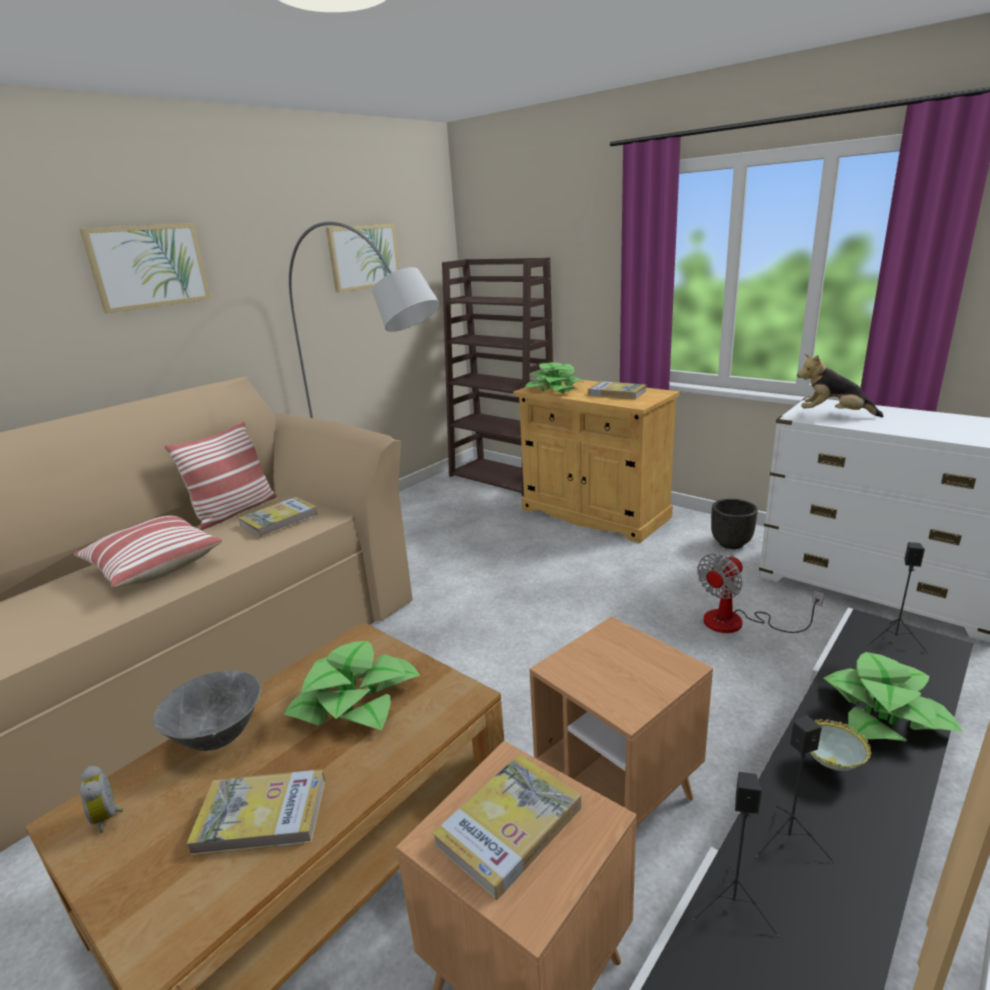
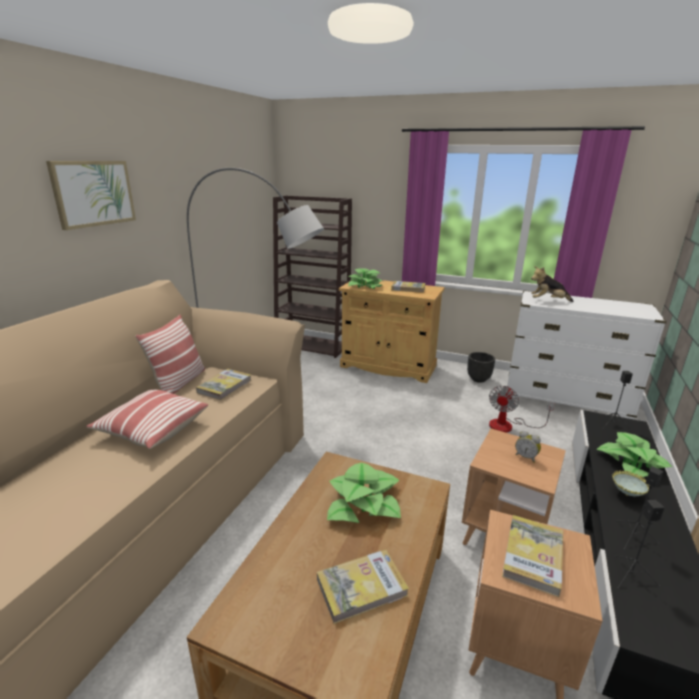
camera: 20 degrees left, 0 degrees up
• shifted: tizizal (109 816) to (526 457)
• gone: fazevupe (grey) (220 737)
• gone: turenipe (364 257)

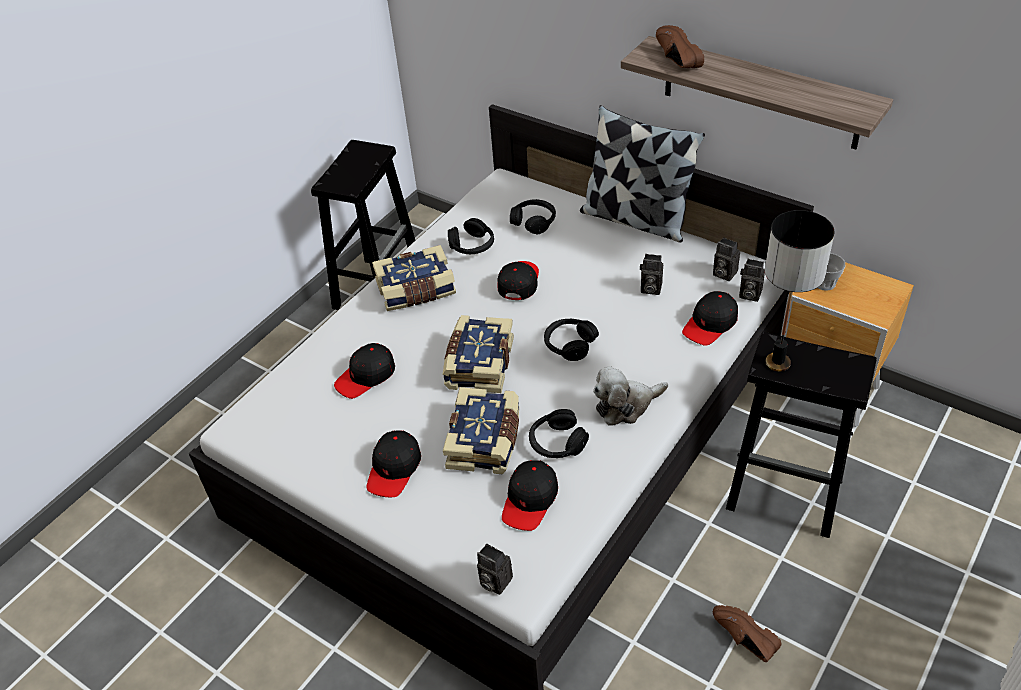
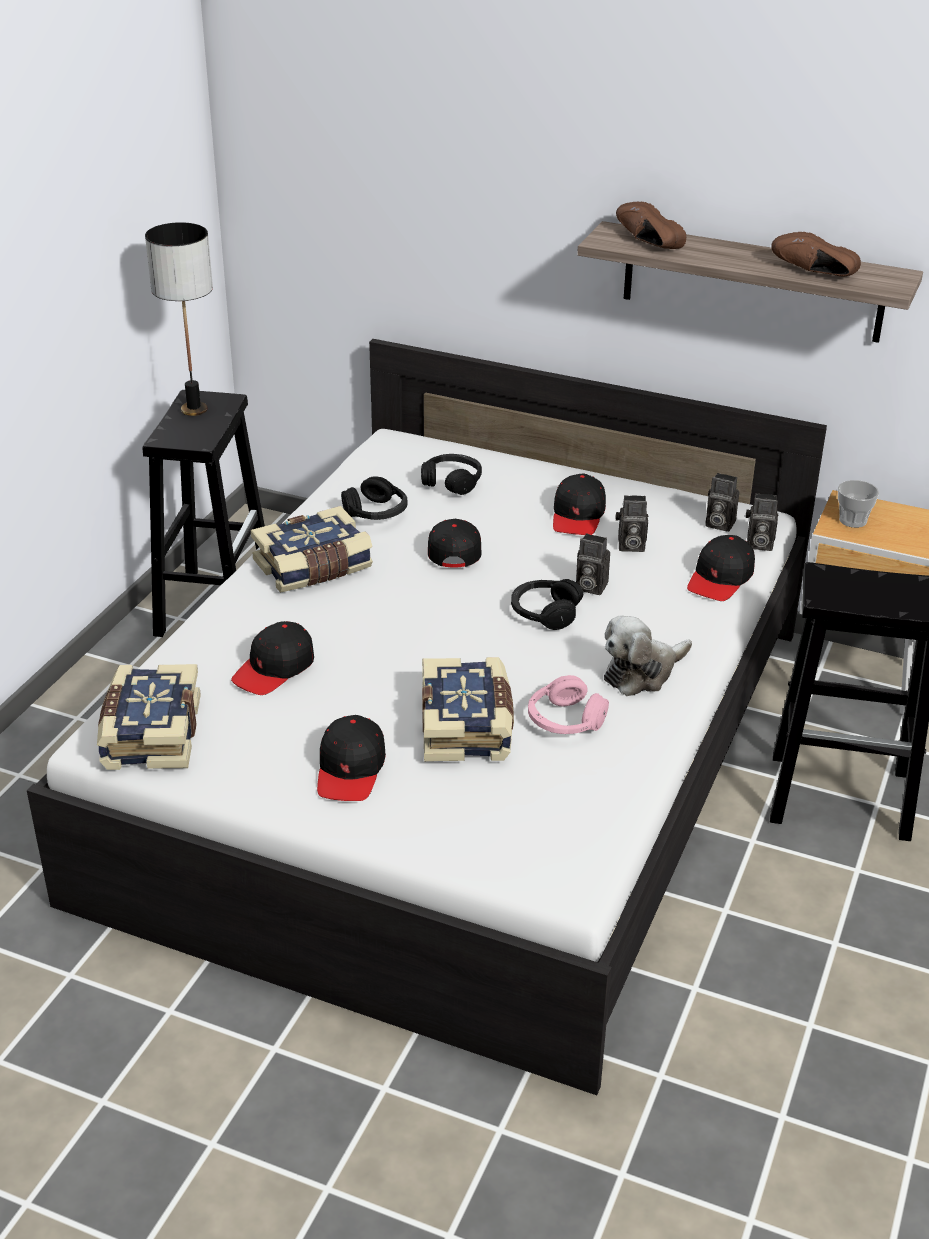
camera: 15 degrees left, 10 degrees down
• shifted: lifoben (478 364) to (149 734)
• shifted: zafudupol (493 581) to (589 587)
• shifted: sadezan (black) (530 500) to (578 516)
• repainted: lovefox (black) (557 443) to lovefox (pink) (565 720)
• gone: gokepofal (636 219)
• shifted: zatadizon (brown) (742 641) to (812 273)
• shifted: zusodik (778 362) to (195 409)

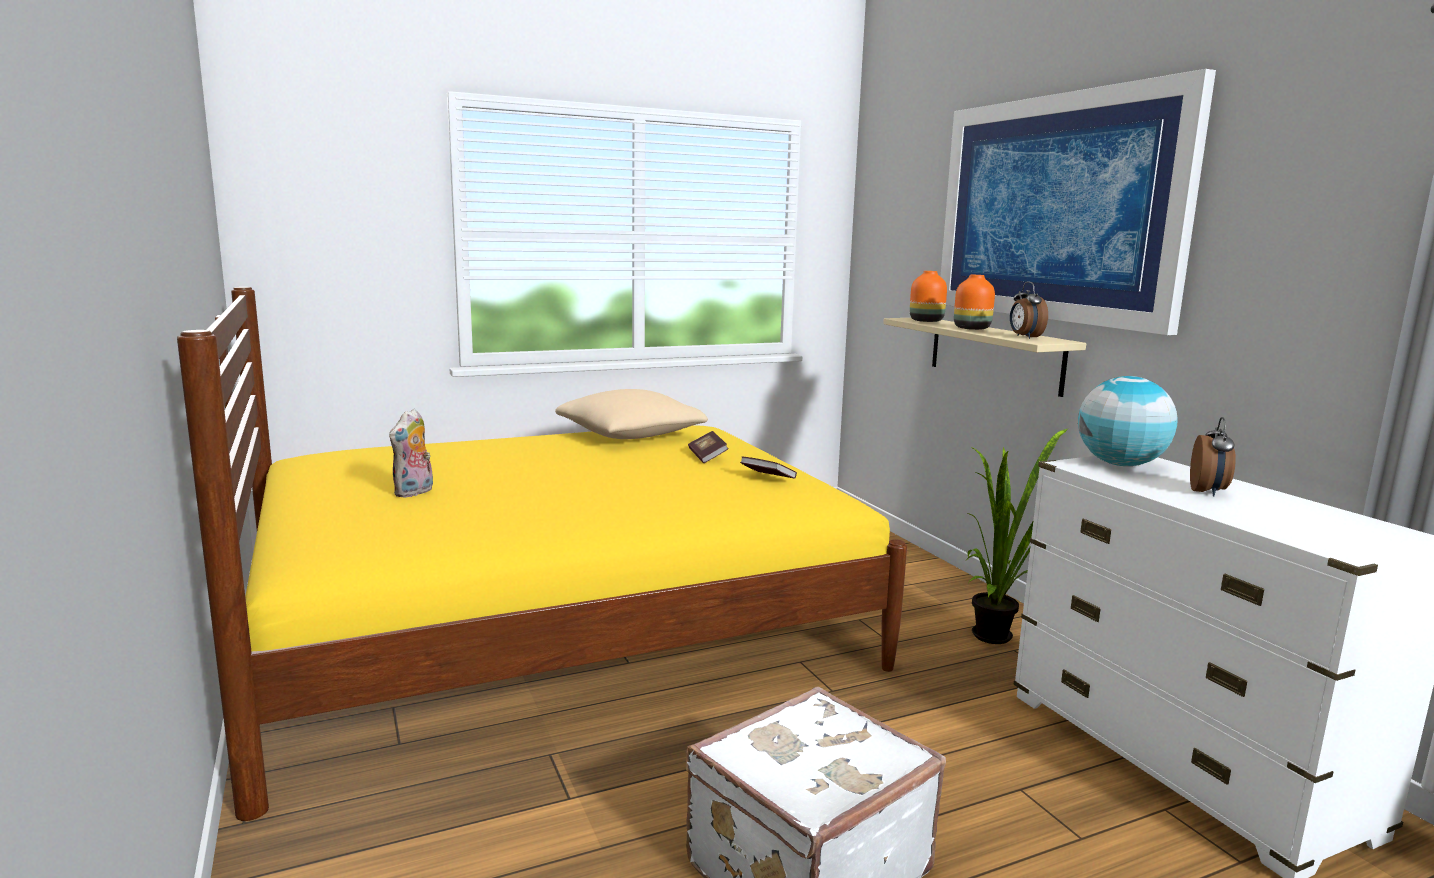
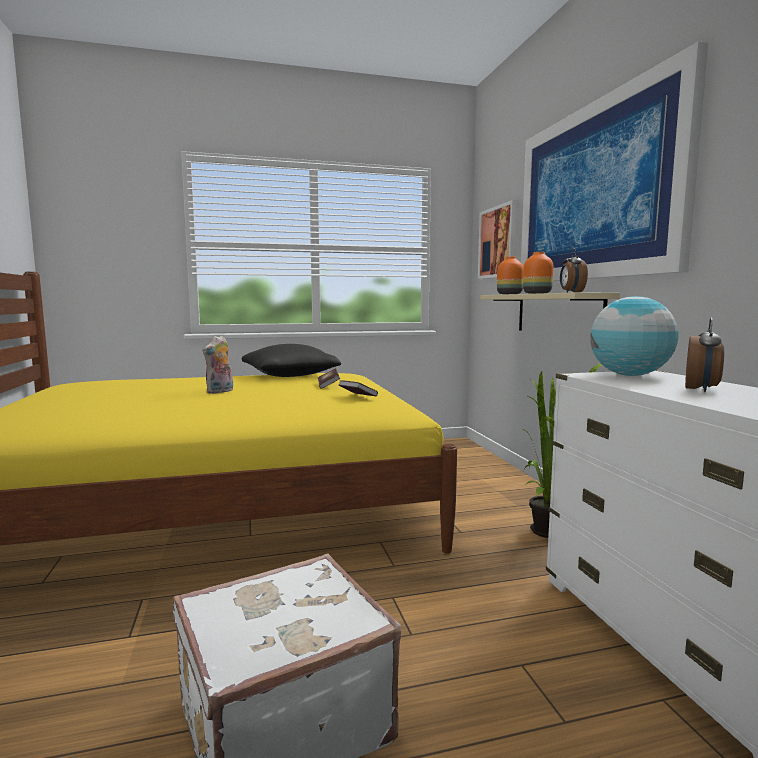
camera: 10 degrees right, 5 degrees down
• shifted: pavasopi (414 492) to (220 391)
• repainted: gokepofal (beige) (630 435) to gokepofal (black) (290 375)
• new: turenipe (498 242)

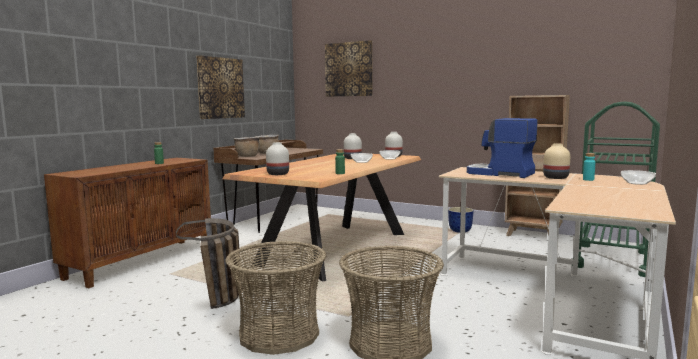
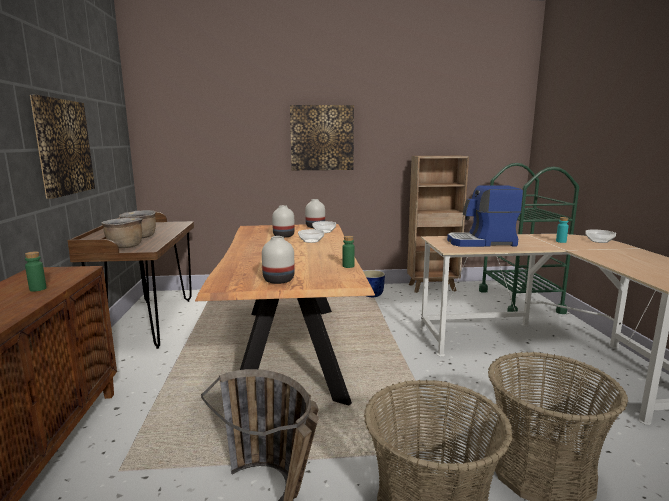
camera: 35 degrees left, 5 degrees up
• shifted: turenipe (349 69) to (322 138)
• gone: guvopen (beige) (555 177)

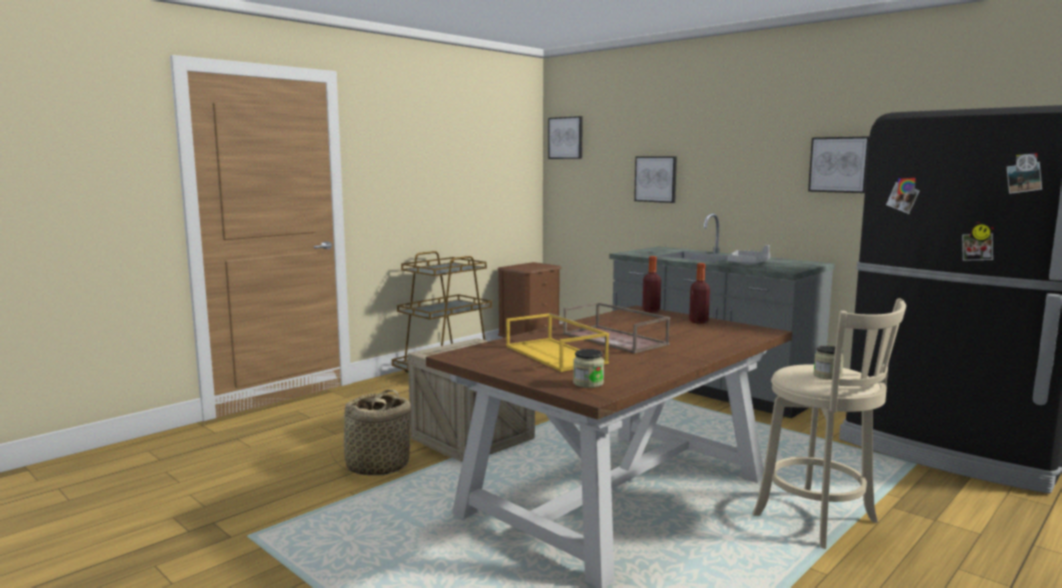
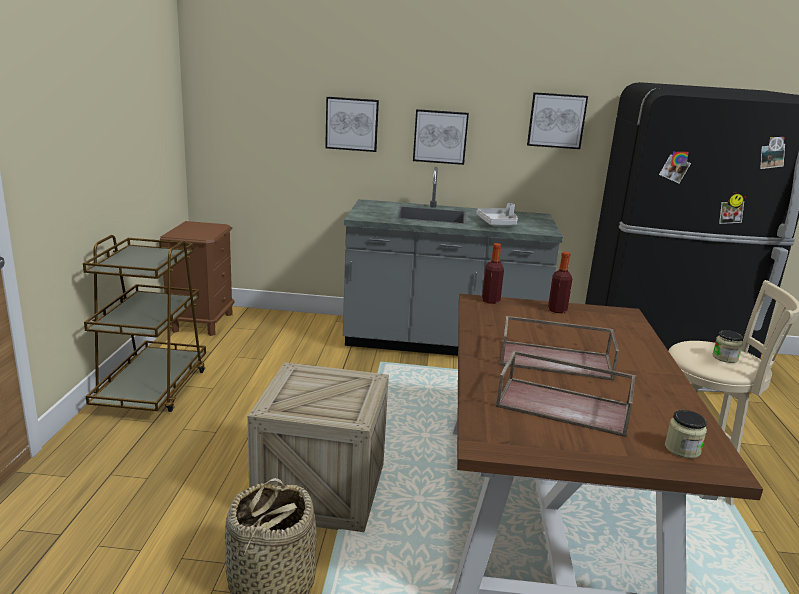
camera: 40 degrees left, 10 degrees up
• repainted: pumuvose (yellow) (556 354) to pumuvose (brown) (565 406)
• shifted: turenipe (566 138) to (440 136)

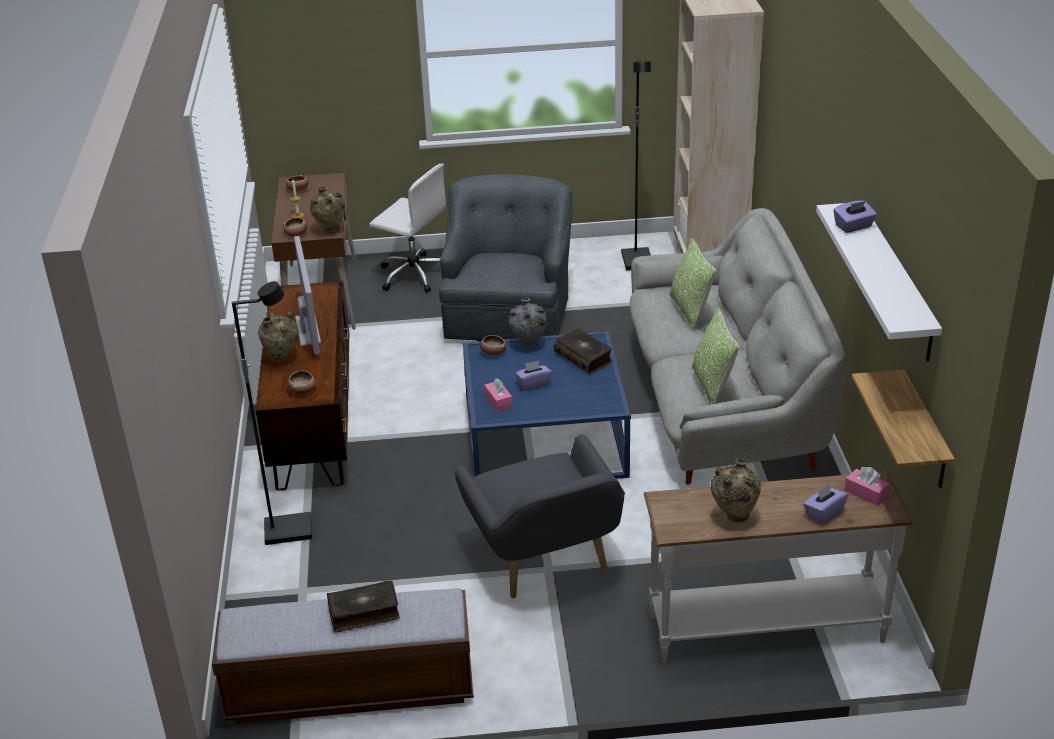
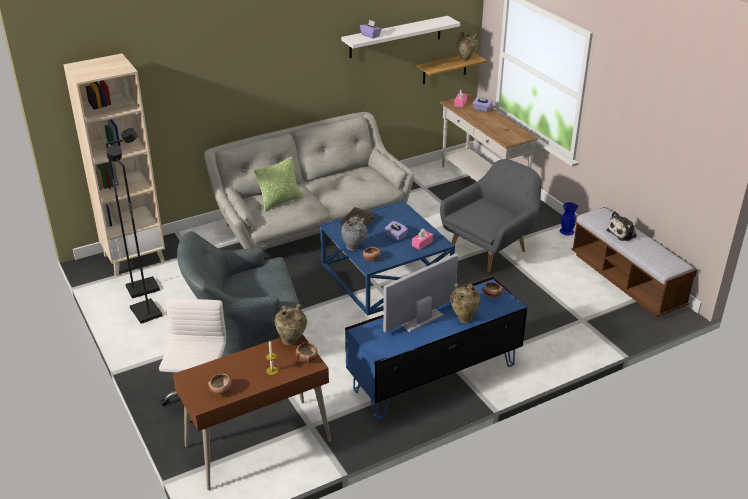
camera: 115 degrees left, 0 degrees up
• shifted: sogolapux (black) (289 530) to (145 312)
• repainted: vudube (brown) (314 422) to vudube (blue) (434 376)
• swapped: lifoben (364 613) to pavasopi (623 233)
• gone: gokepofal (712 385)
• shifted: guvopen (beige) (734 516) to (466 59)
• new: guvopen (blue) (567 231)

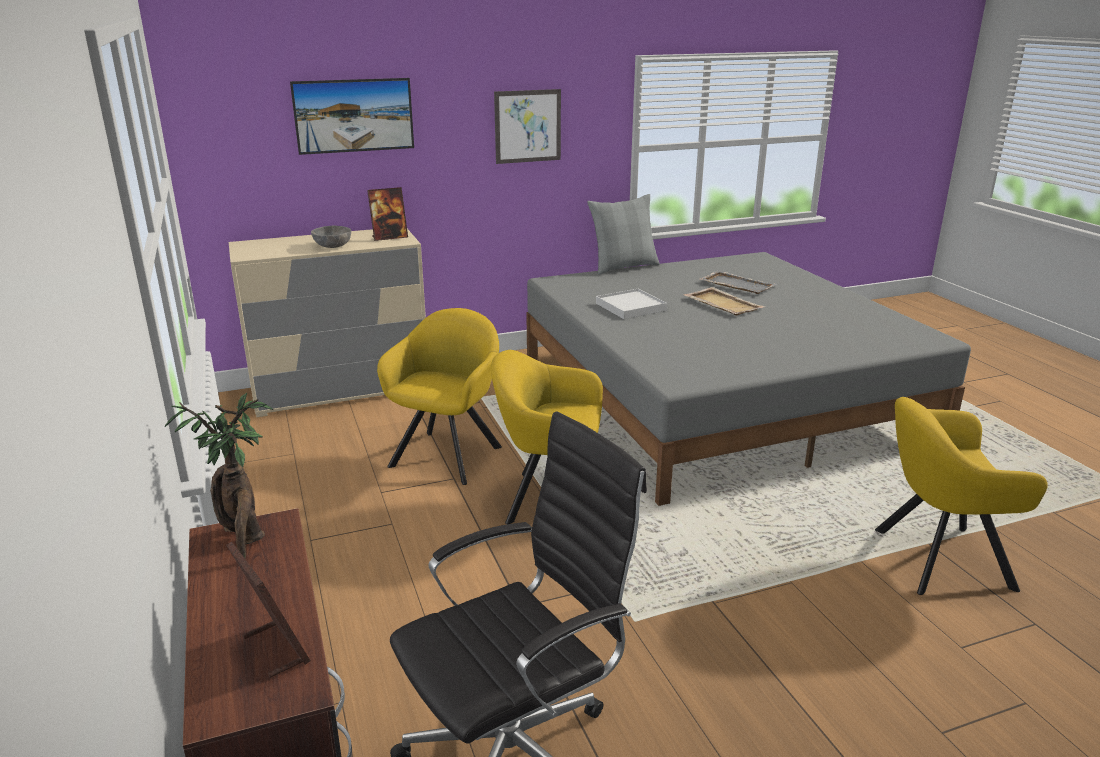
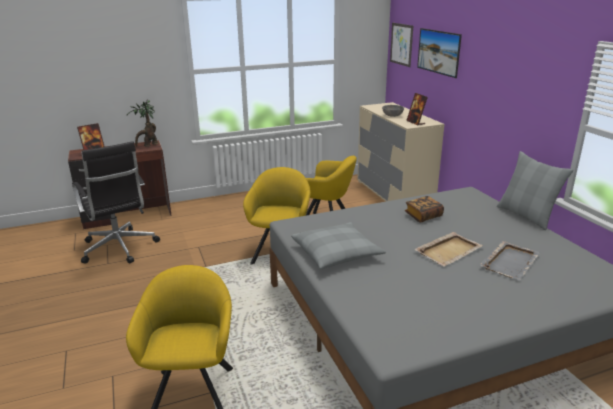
camera: 90 degrees right, 0 degrees up
• shifted: turenipe (527 126) to (401 44)
• swapped: pumuvose (white) (631 307) to lifoben (423 216)
• new: gokepofal (grey) (336 253)

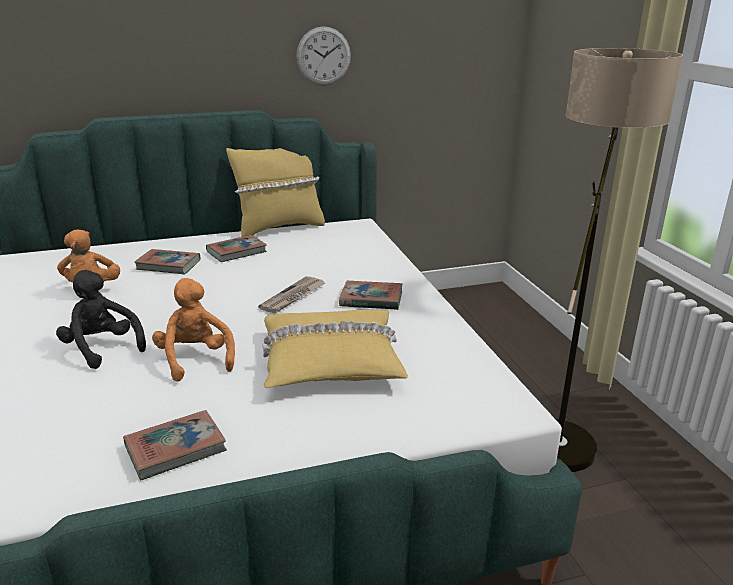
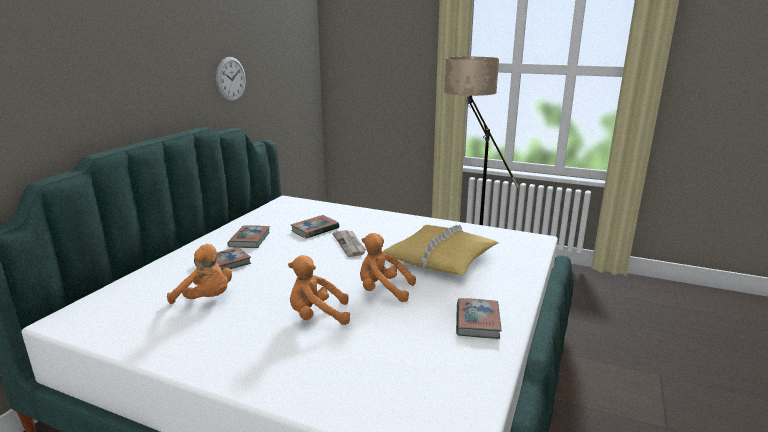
camera: 50 degrees left, 5 degrees down
• repainted: pavasopi (black) (102 348) to pavasopi (orange) (317 316)
• gone: gokepofal (yellow) (279 228)
• shifted: lifoben (371 299) to (315 229)

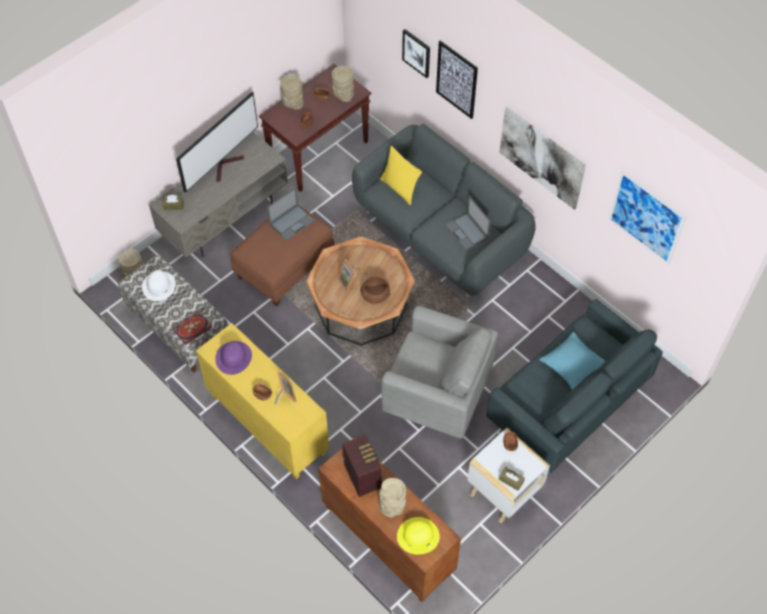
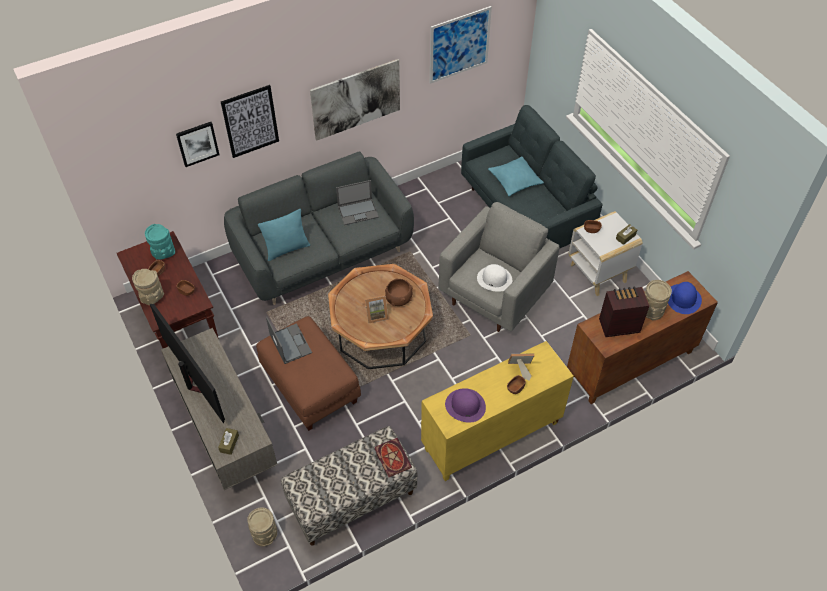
camera: 75 degrees left, 5 degrees down
• shifted: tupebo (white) (159 286) to (494 279)
• repainted: guvopen (beige) (343 94) to guvopen (turquoise) (163 253)
• repainted: gokepofal (yellow) (399 188) to gokepofal (turquoise) (287 249)
• repainted: tupebo (yellow) (418 536) to tupebo (blue) (683 299)

